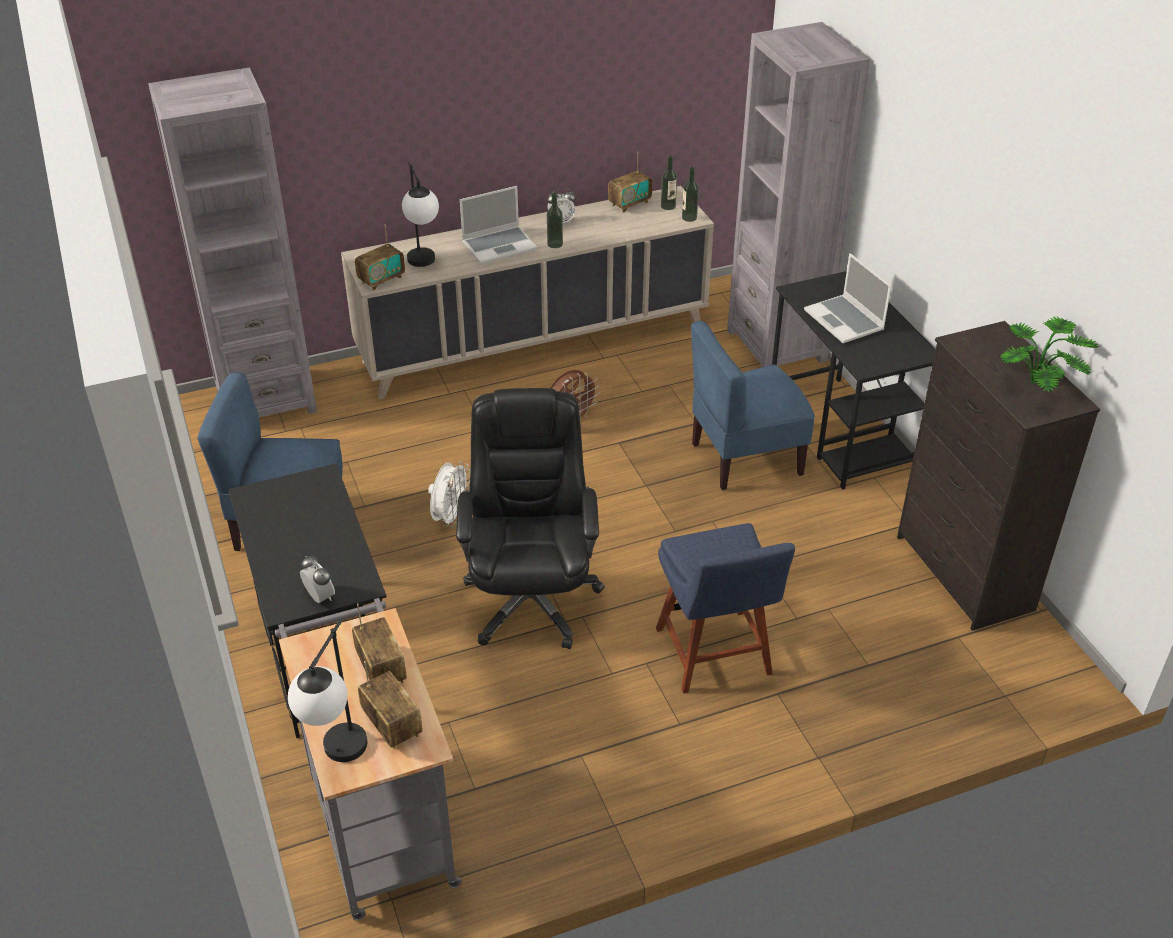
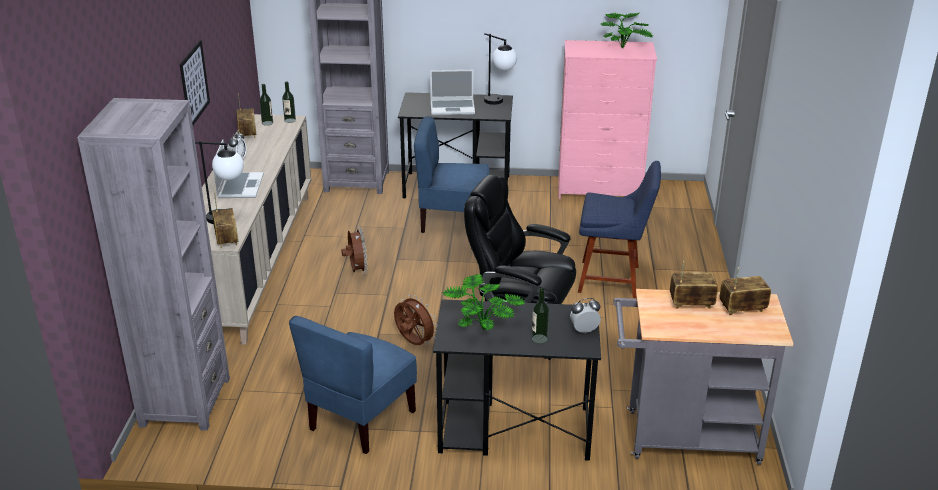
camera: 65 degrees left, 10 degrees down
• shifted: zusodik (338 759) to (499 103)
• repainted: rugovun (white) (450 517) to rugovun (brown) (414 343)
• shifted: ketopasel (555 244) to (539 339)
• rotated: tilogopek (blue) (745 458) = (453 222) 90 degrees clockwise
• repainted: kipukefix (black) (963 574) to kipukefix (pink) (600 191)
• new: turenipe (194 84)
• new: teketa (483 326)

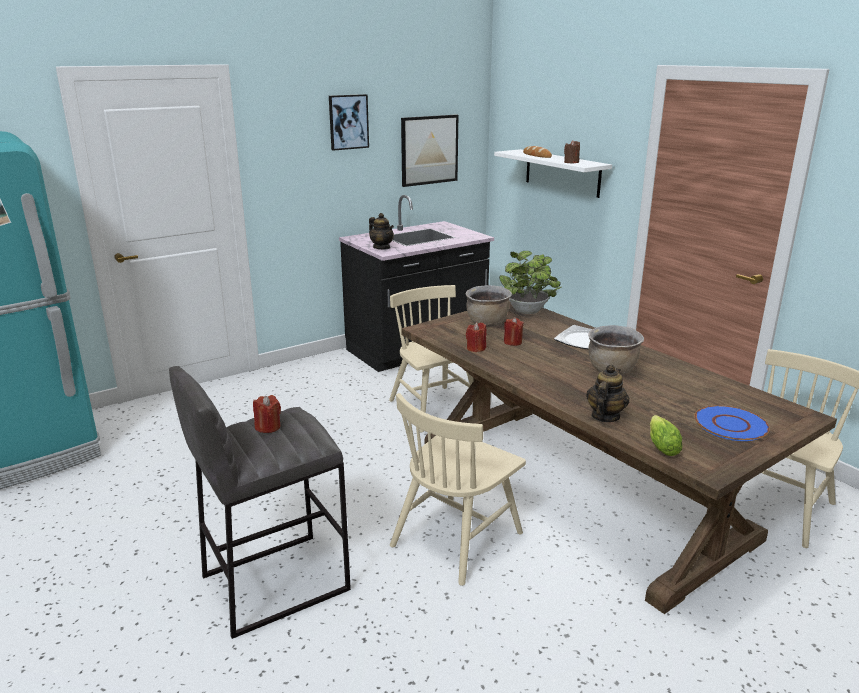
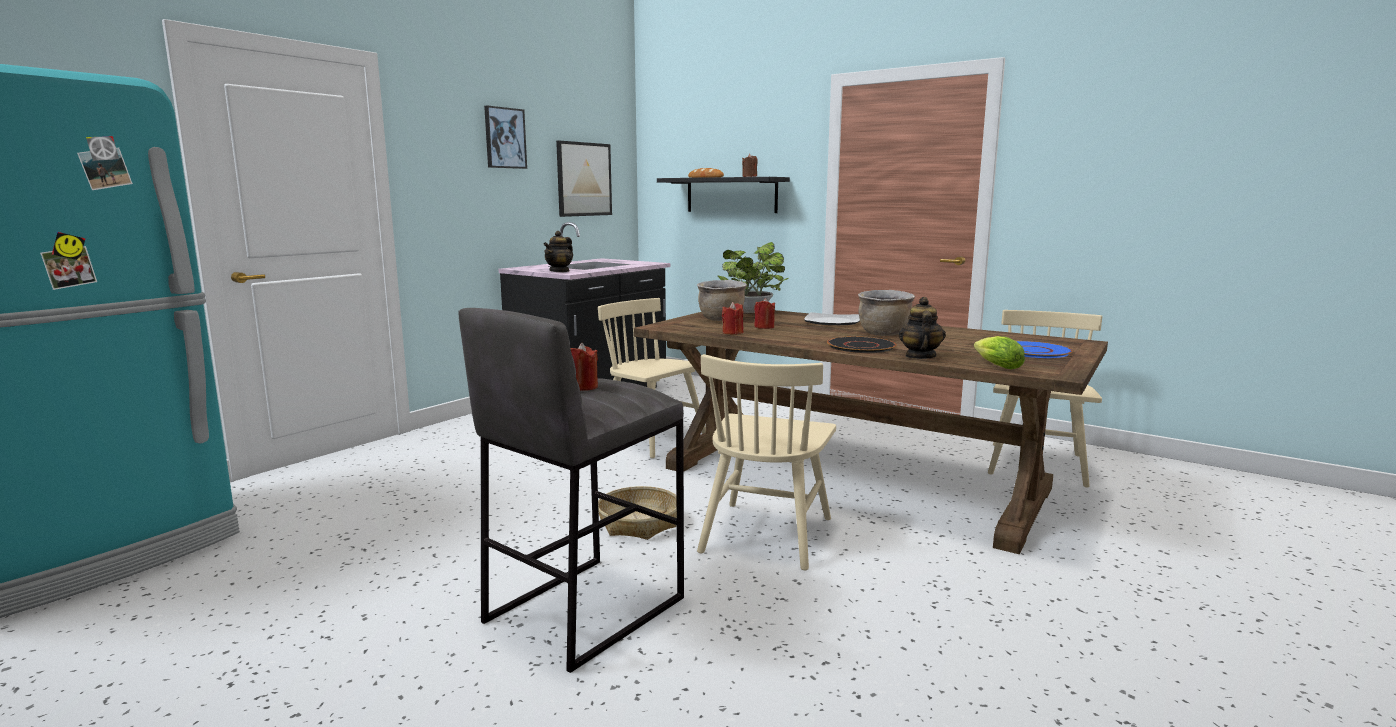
camera: 20 degrees left, 10 degrees down
• rotated: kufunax (382 247) = (559 271) 90 degrees clockwise
• repainted: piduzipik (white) (562 173) to piduzipik (black) (731 195)
• new: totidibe (639 523)
• new: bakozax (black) (861 346)

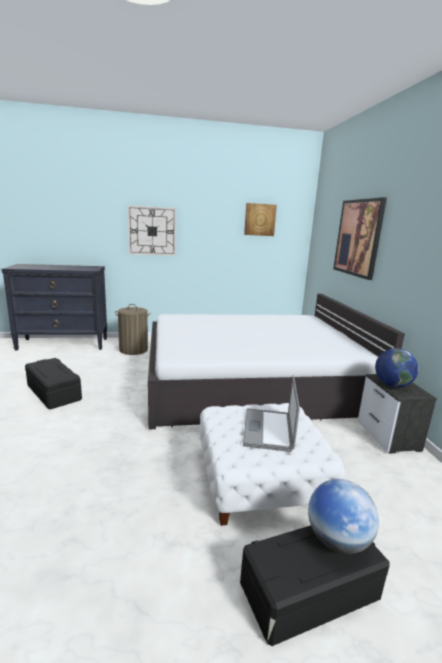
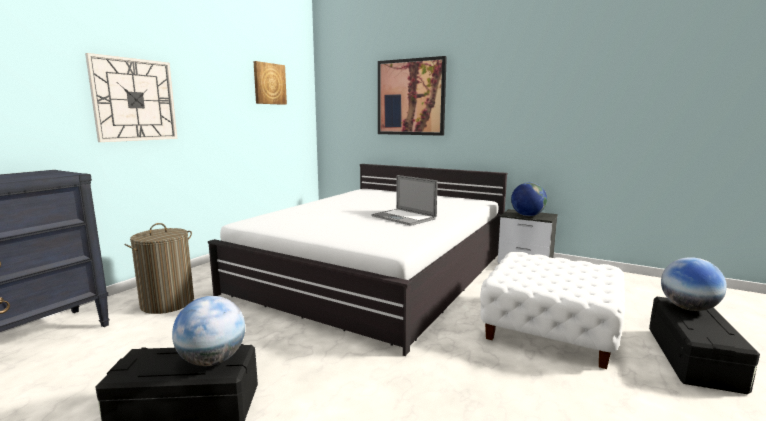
camera: 50 degrees left, 5 degrees down
• shifted: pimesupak (268 429) to (403 217)
• new: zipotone (212 360)

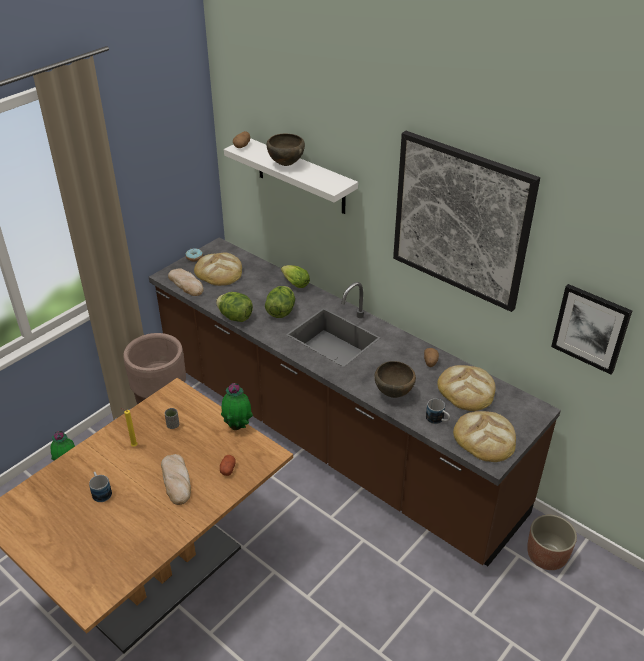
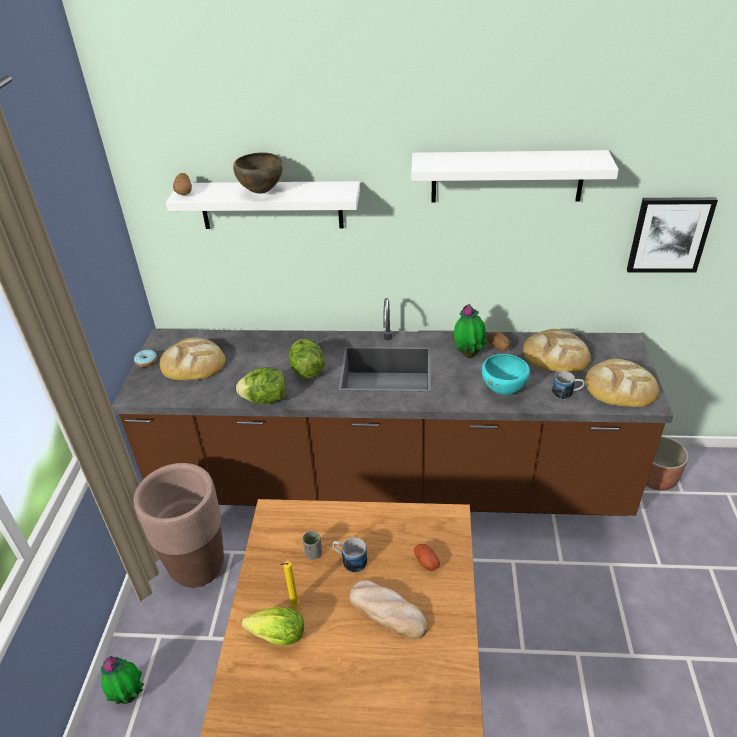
camera: 35 degrees left, 0 degrees up
• shifted: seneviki (101 491) to (350 560)
• gone: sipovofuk (186 284)
• shifted: teketa (238 426) to (468 354)
• shifted: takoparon (294 283) to (274 635)
• repainted: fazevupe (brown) (394 393) to fazevupe (turquoise) (503 390)
• swapped: turenipe (461 220) to piduzipik (white) (507 176)

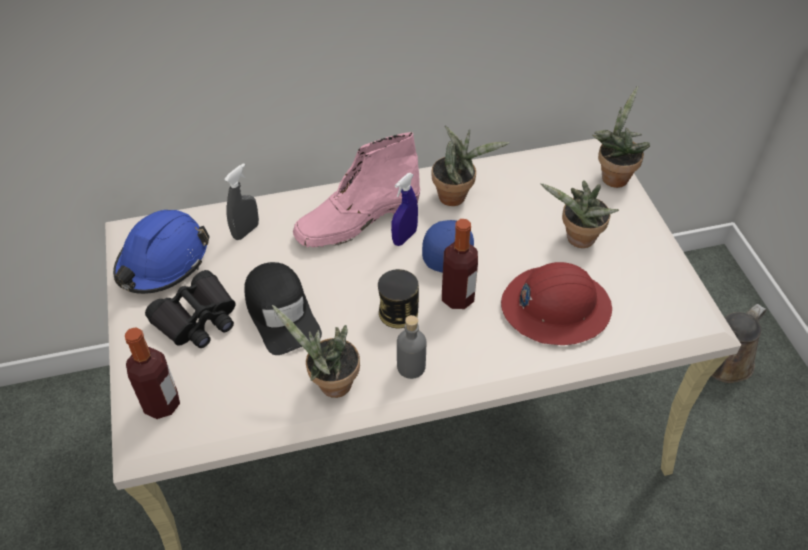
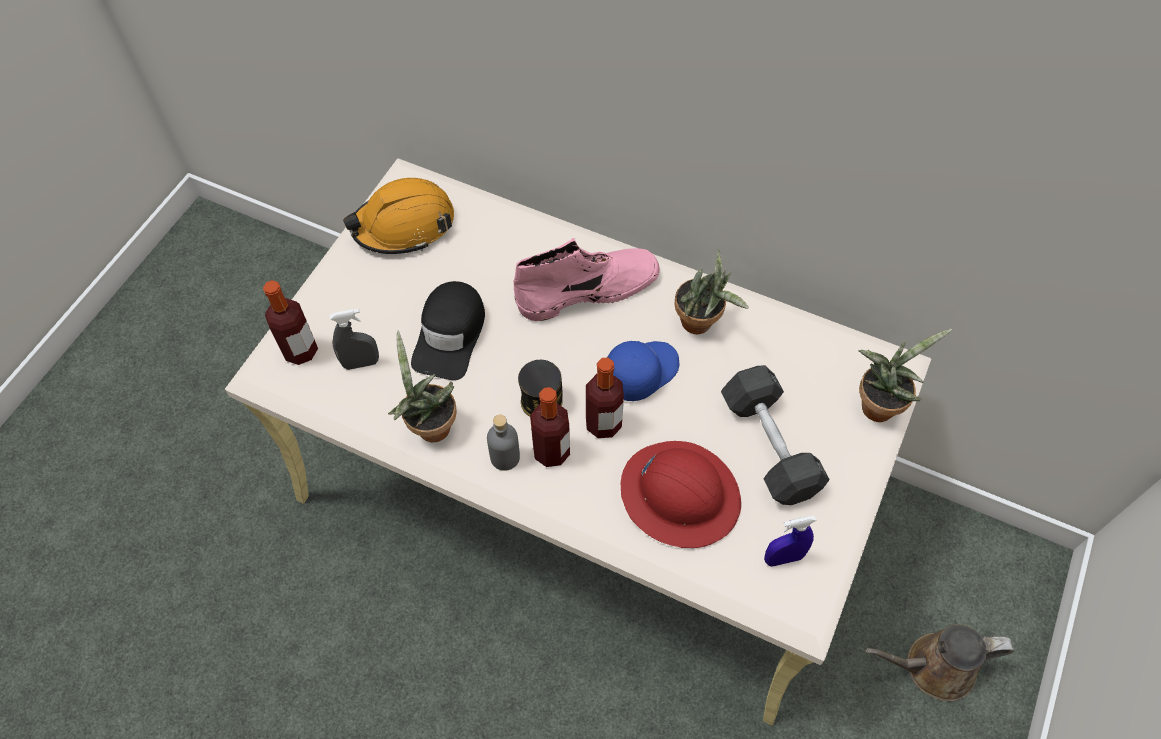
camera: 40 degrees right, 10 degrees up
• repainted: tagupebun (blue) (163 262) to tagupebun (orange) (404 225)
• gone: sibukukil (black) (197 319)
• shifted: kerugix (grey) (246 231) to (361 363)
• rotated: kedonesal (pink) (357 221) = (589 290) 150 degrees clockwise
• shifted: kerugix (blue) (404 237) to (783 558)
• swapped: teketa (577 240) to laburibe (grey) (769 445)
• new: ketopasel (551 451)

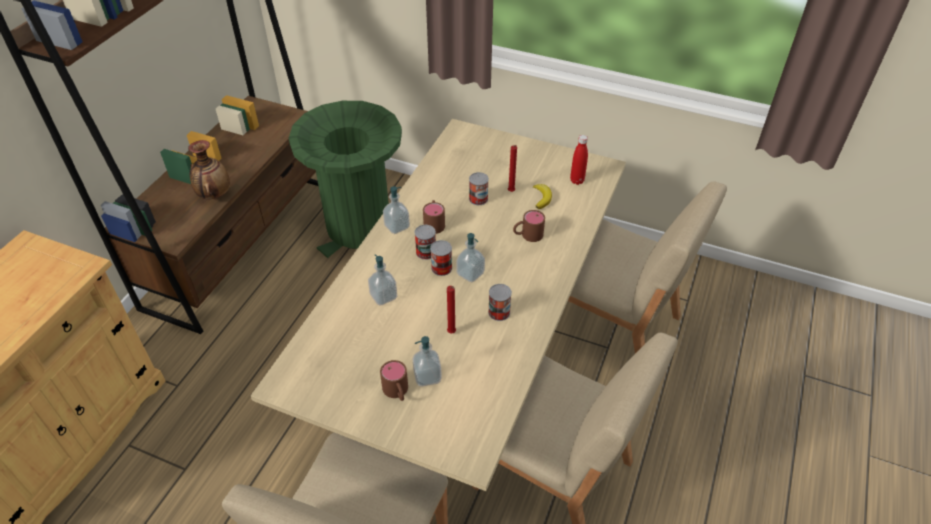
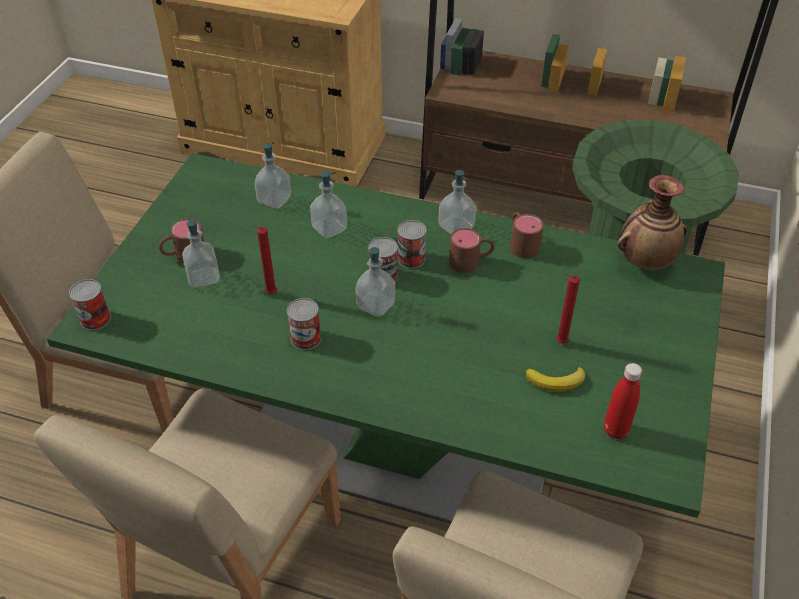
camera: 85 degrees right, 0 degrees up
• shifted: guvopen (214 194) to (644 261)
• repainted: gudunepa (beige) (465 368) to gudunepa (green) (399 445)
• shifted: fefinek (478 199) to (95 319)
• shifted: seneviki (brown) (527 235) to (521 243)
• new: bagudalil (274 200)

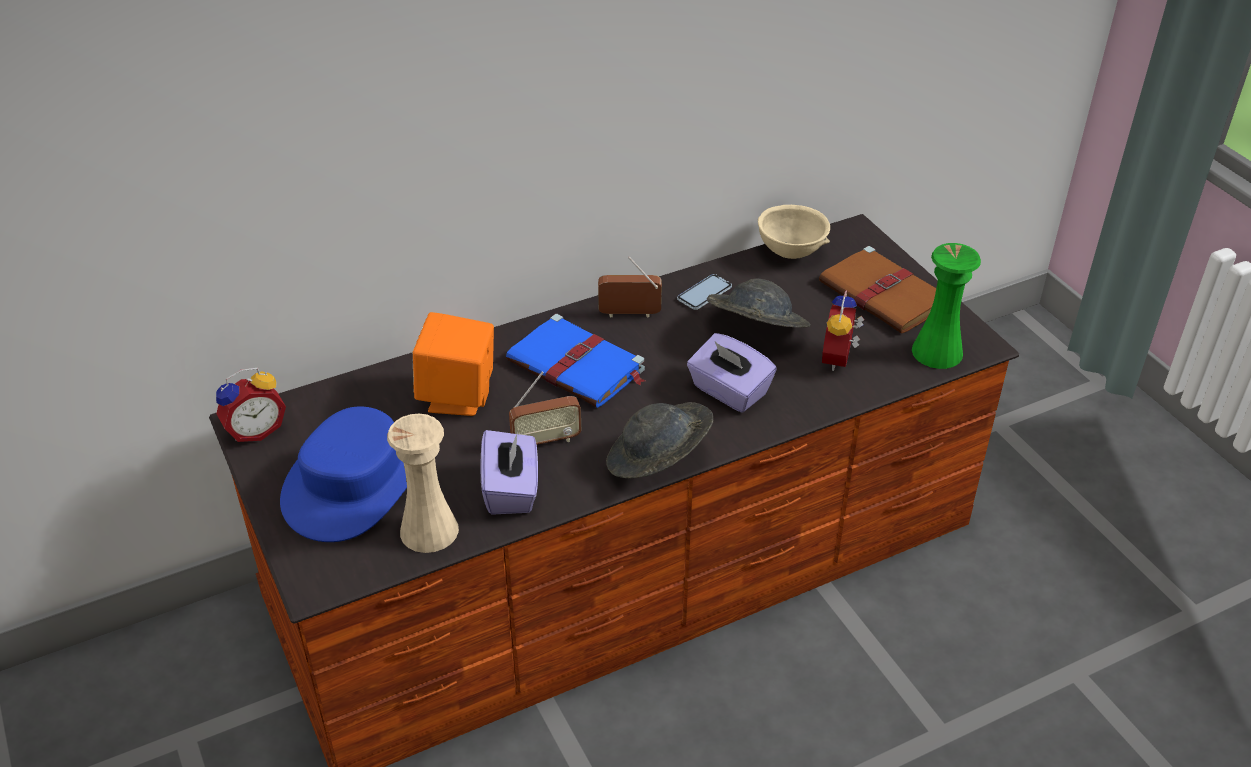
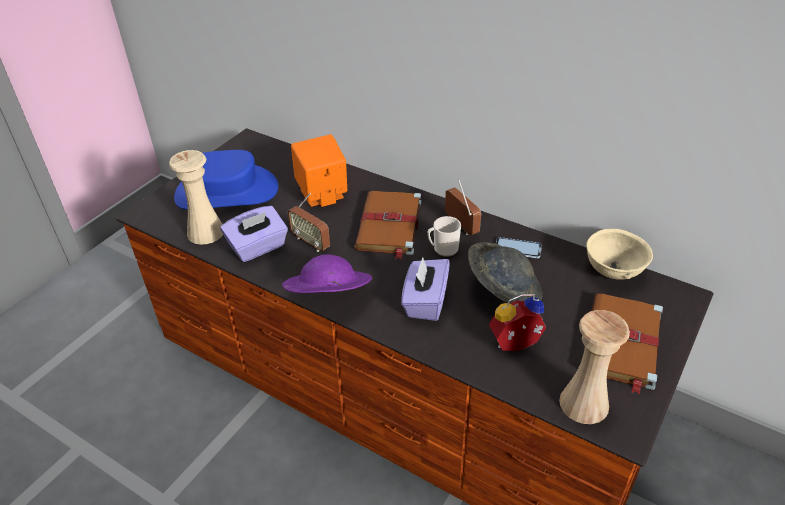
camera: 60 degrees right, 0 degrees up
• gone: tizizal (255 430)
• repainted: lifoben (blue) (578 366) to lifoben (brown) (389 226)
• repainted: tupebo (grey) (658 461) to tupebo (purple) (328 297)
• repainted: guvopen (green) (937 352) to guvopen (beige) (584 403)
• new: seneviki (443 249)

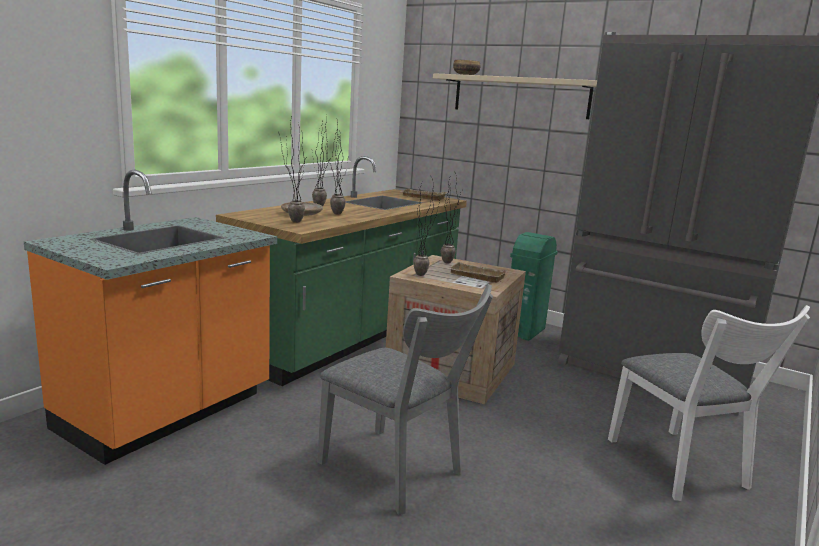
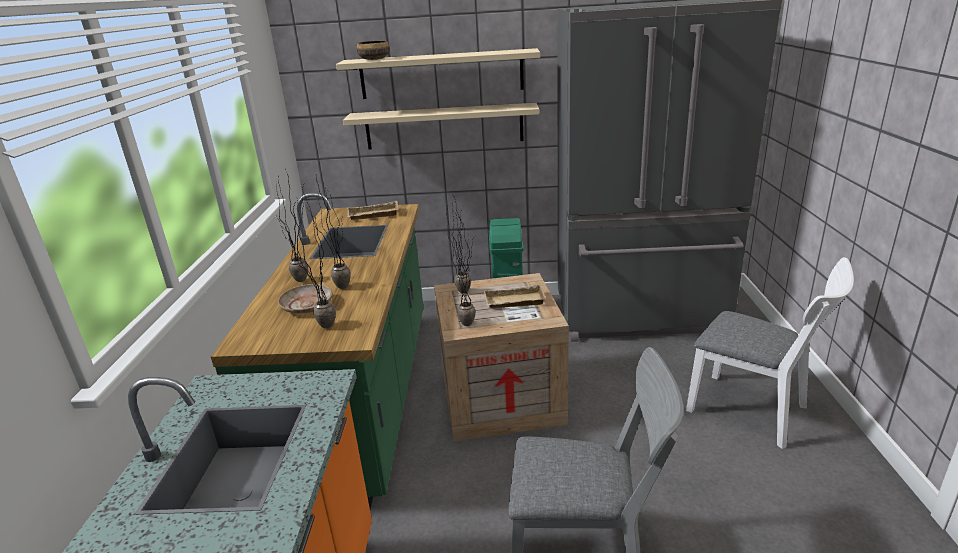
camera: 30 degrees left, 10 degrees up
• new: piduzipik (beige) (444 126)

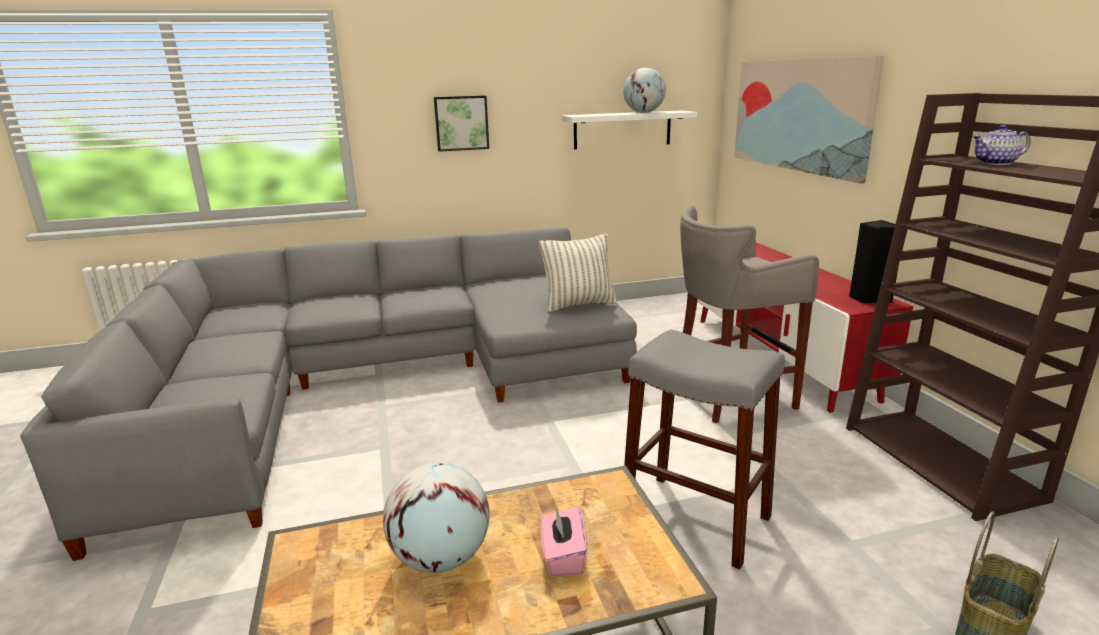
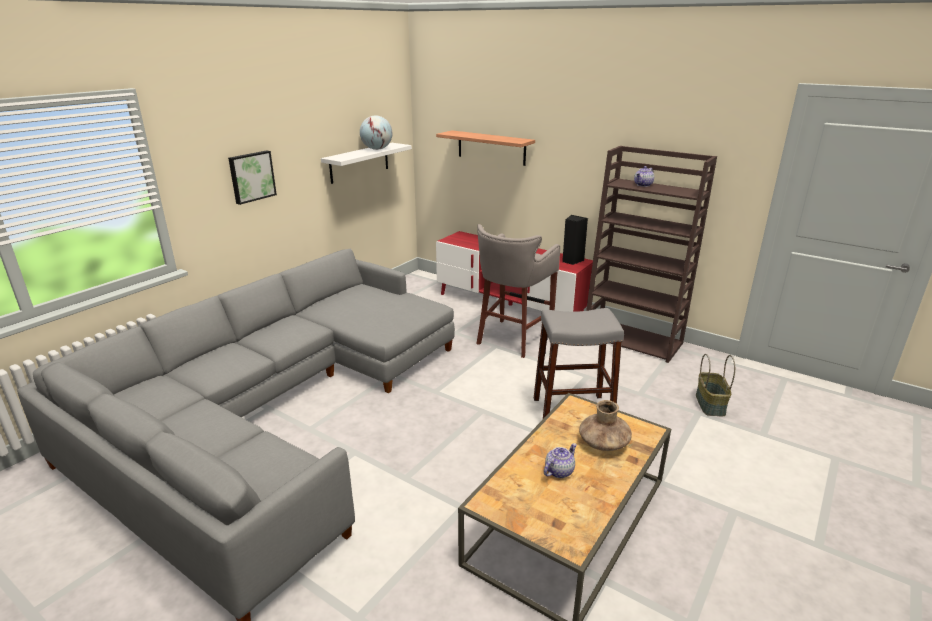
camera: 40 degrees left, 5 degrees up
• swapped: zipotone (441 558) to kufunax (559 471)
• gone: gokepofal (579 304)
• swapped: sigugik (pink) (563 557) to guvopen (brown) (603 443)
• swapped: turenipe (798 115) to piduzipik (491 147)

